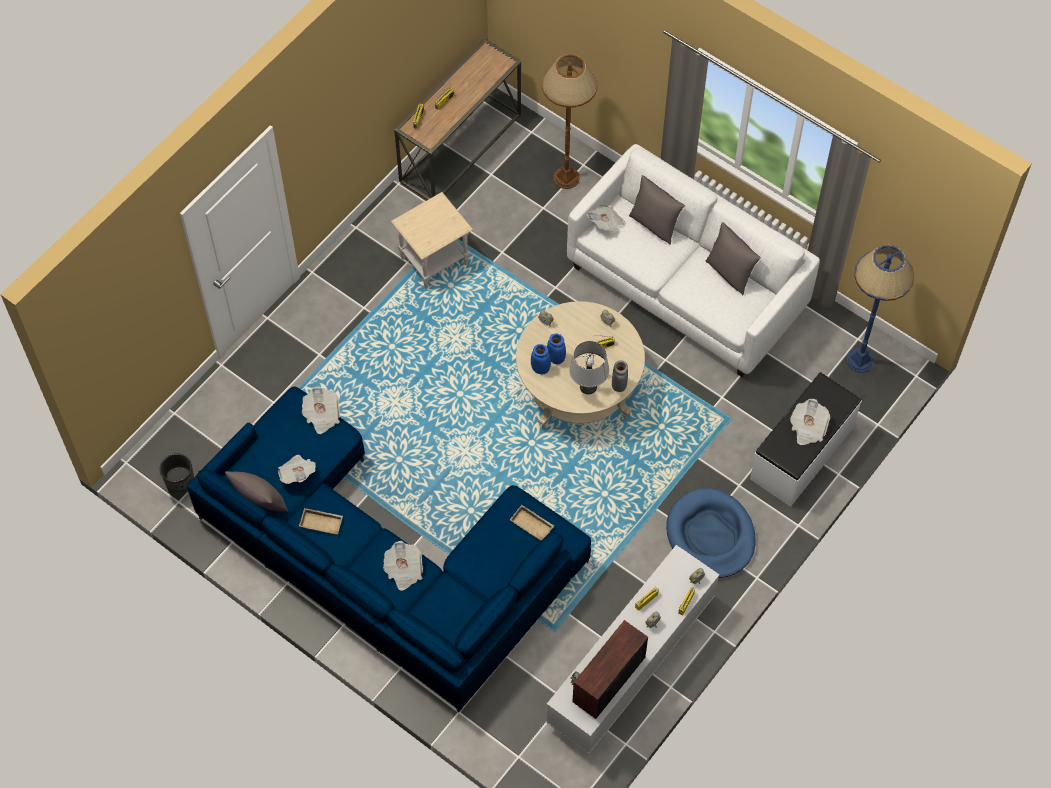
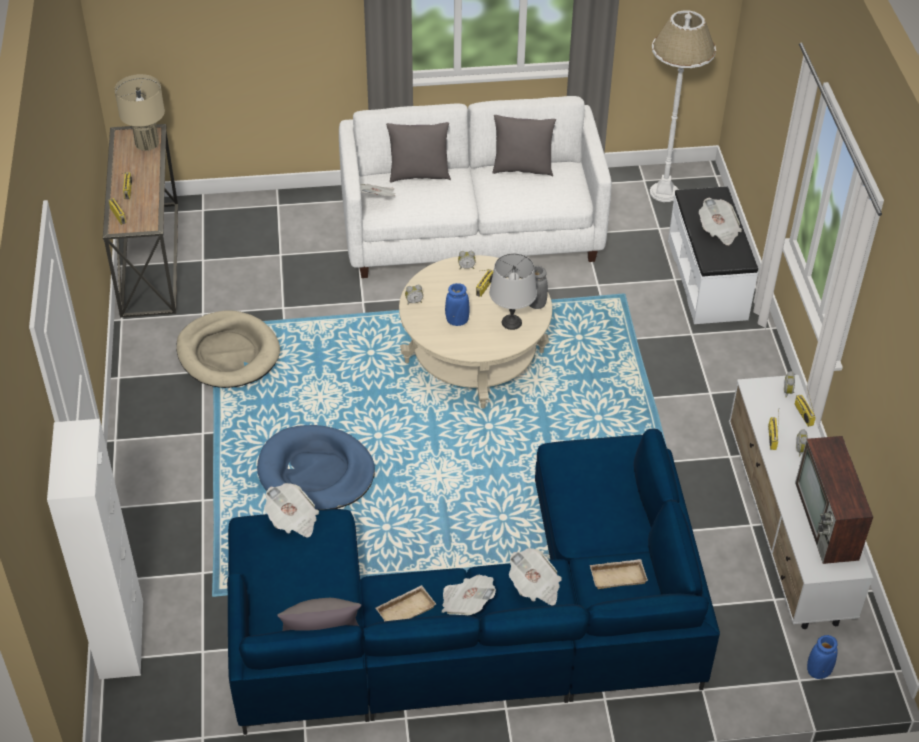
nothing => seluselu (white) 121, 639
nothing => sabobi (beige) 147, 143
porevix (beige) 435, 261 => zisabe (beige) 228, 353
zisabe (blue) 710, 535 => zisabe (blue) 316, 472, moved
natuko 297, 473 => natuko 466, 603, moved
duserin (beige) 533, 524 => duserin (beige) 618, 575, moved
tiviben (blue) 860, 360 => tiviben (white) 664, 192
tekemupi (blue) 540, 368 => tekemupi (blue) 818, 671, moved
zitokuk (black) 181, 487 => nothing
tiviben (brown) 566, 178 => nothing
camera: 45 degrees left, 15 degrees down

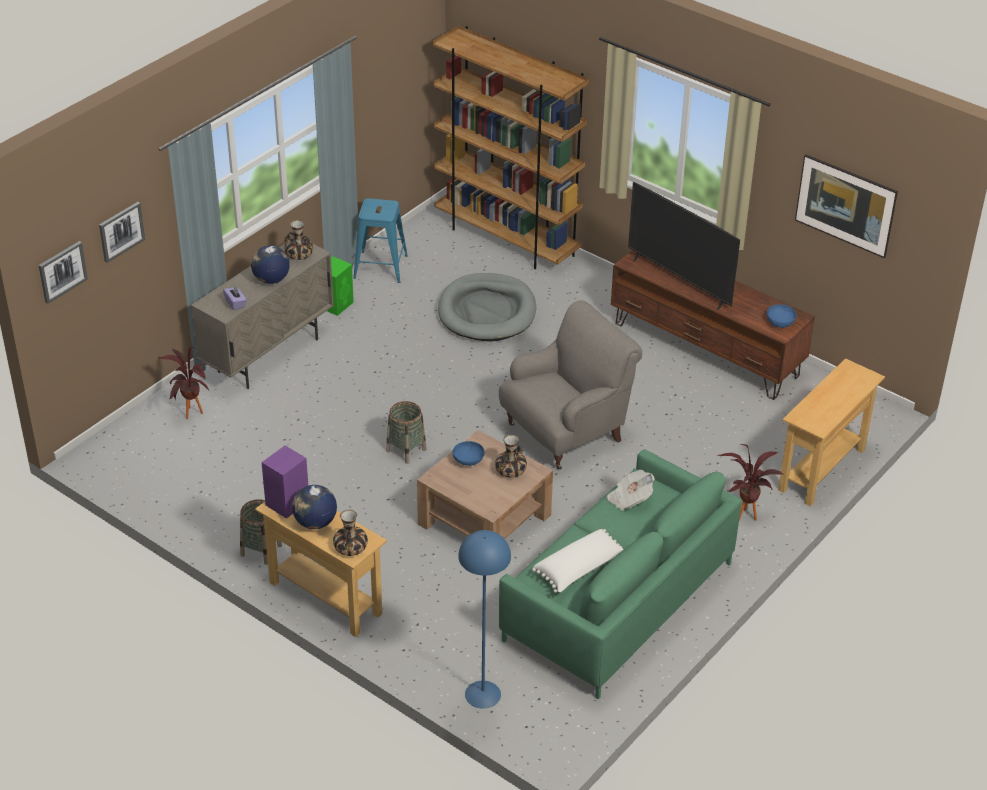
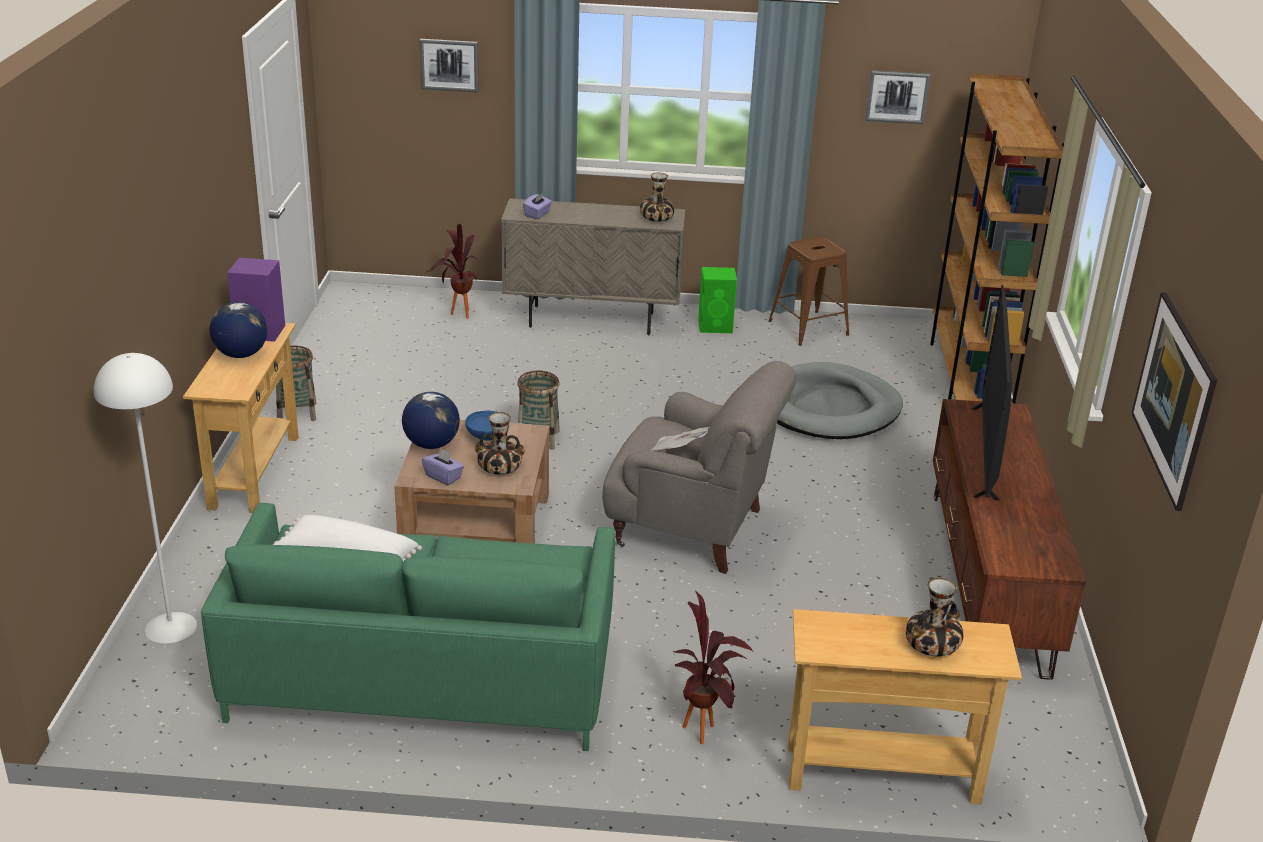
tiviben (blue) 483, 694 => tiviben (white) 171, 627
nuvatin 271, 280 => nuvatin 431, 444, moved
nothing => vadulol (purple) 443, 477
natuko 629, 499 => natuko 678, 452, moved
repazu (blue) 381, 267 => repazu (brown) 808, 328
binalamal 62, 271 => binalamal 897, 96, moved
tekemupi 350, 548 => tekemupi 931, 645, moved
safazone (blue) 780, 322 => nothing
camera: 55 degrees right, 10 degrees down

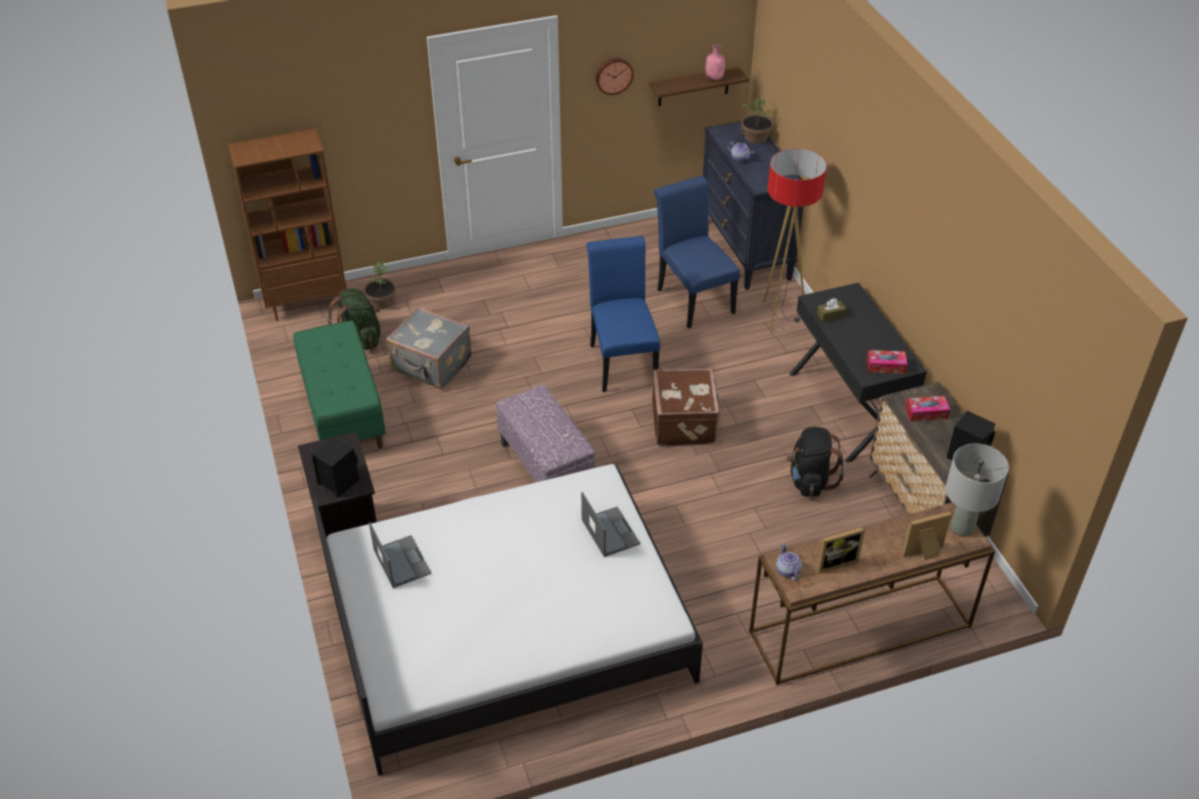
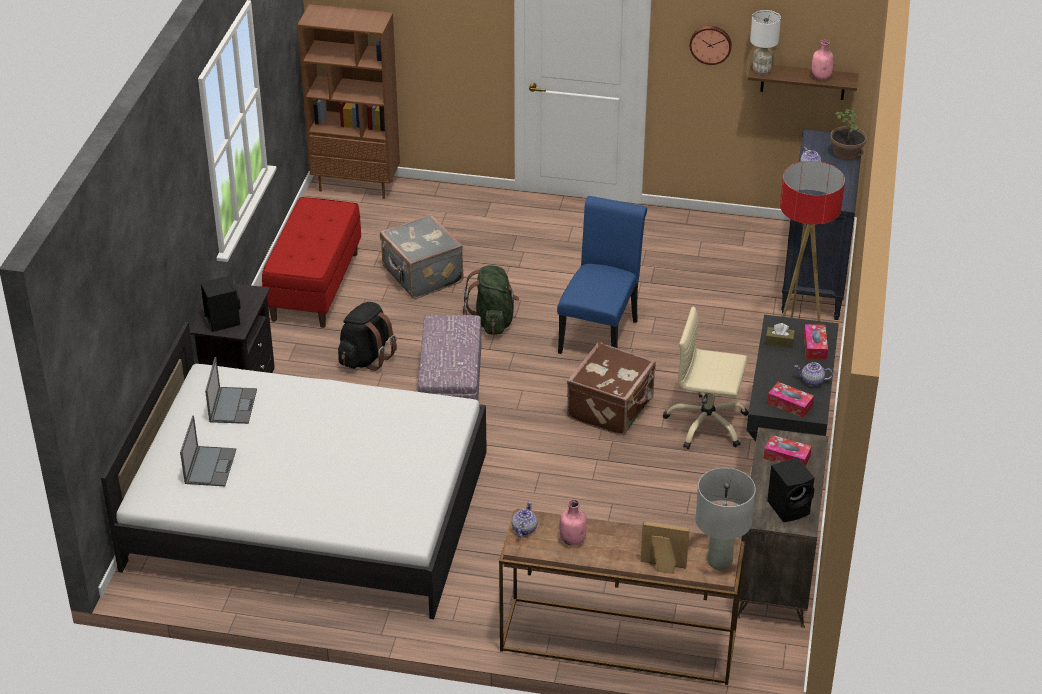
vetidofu 609, 531 => vetidofu 210, 466, moved
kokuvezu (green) 343, 411 => kokuvezu (red) 314, 286
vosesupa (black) 810, 480 => vosesupa (black) 366, 358, moved
vosesupa (green) 360, 338 => vosesupa (green) 493, 321, moved
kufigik 835, 562 => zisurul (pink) 573, 540
nothing => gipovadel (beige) 706, 424
nothing => sabobi (white) 761, 70
nothing => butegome 812, 381
nothing => vadulol 815, 347
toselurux 381, 302 => nothing
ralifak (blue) 692, 298 => nothing
camera: 30 degrees right, 5 degrees down

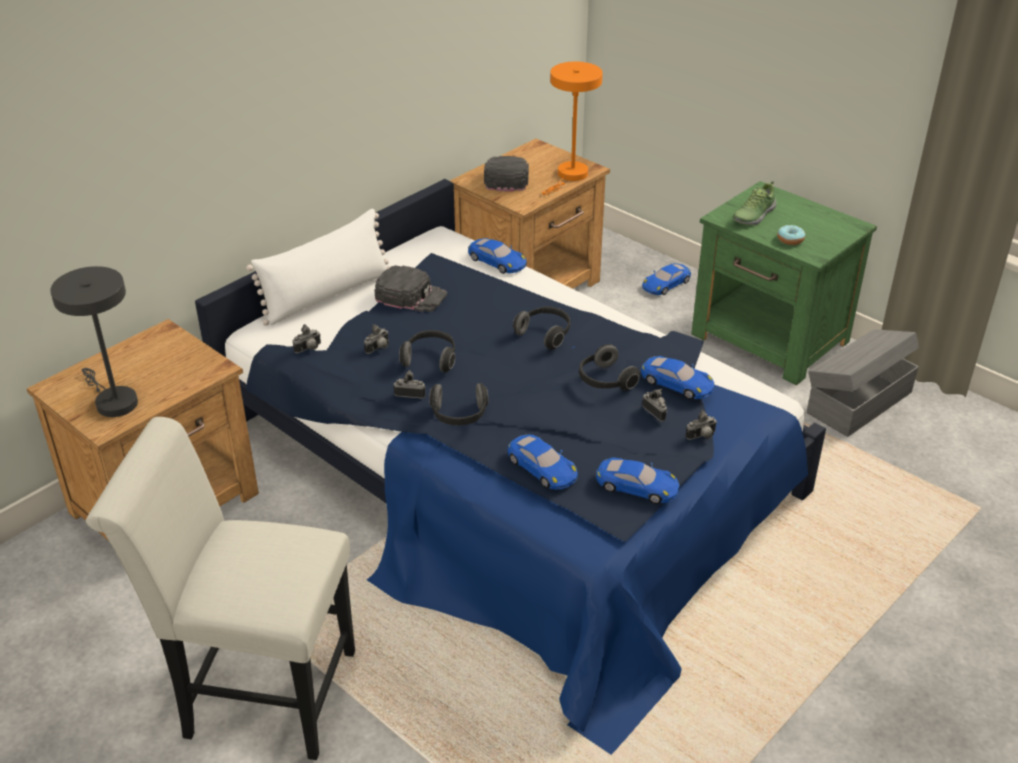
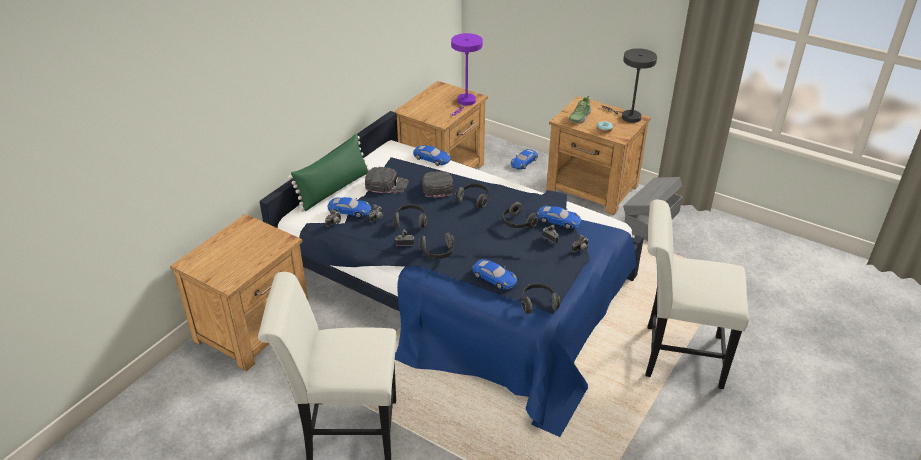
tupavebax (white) 327, 295 => tupavebax (green) 334, 189
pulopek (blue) 637, 486 => pulopek (blue) 349, 210, moved
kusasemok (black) 506, 177 => kusasemok (black) 436, 185, moved
sabobi (orange) 570, 176 => sabobi (purple) 465, 102
nothing => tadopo 538, 303
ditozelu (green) 770, 339 => ditozelu (brown) 592, 189
sabobi (grey) 112, 401 => sabobi (grey) 627, 116, moved
nothing => ralifak (white) 675, 355
camera: 10 degrees left, 0 degrees up

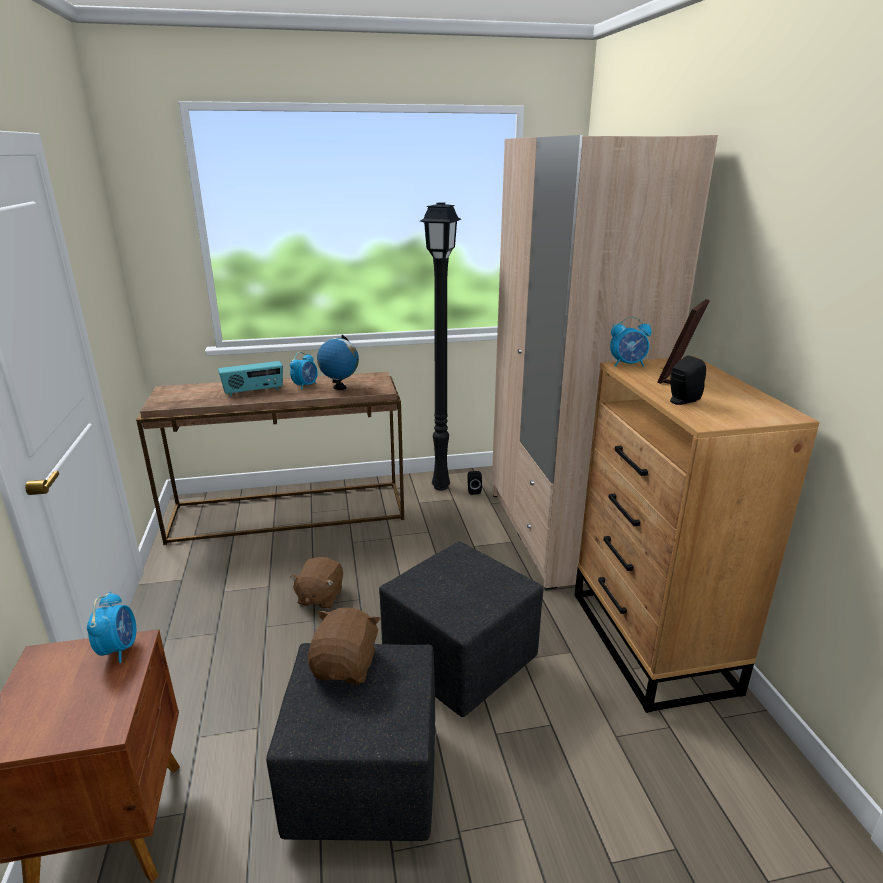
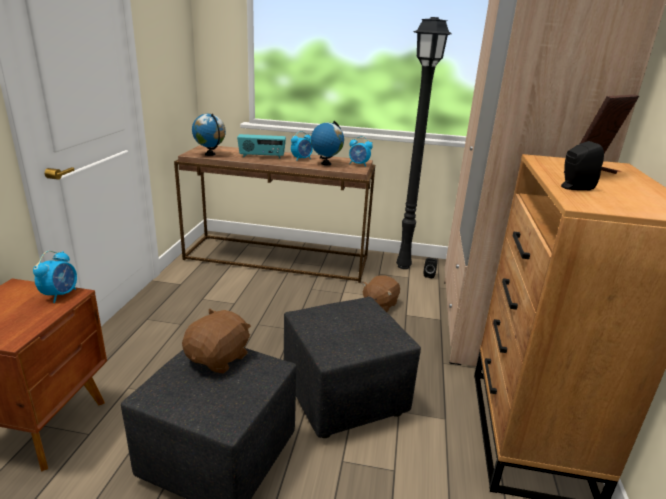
nothing => nuvatin 210, 154
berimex 628, 365 => berimex 358, 164, moved
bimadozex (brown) 320, 597 => bimadozex (brown) 379, 304, moved
camera: 20 degrees right, 0 degrees up

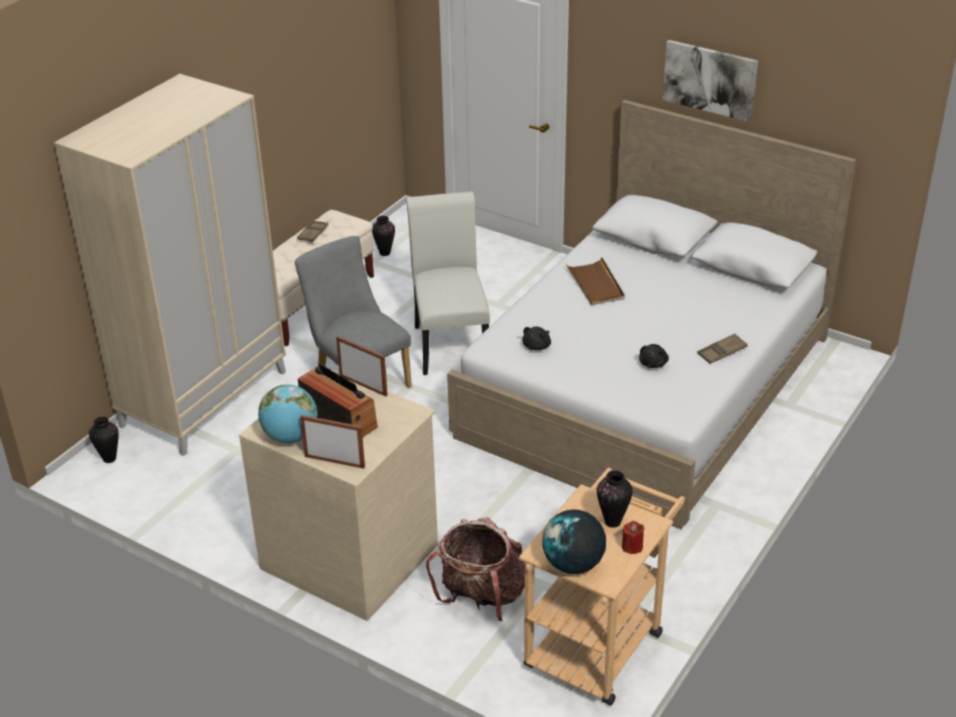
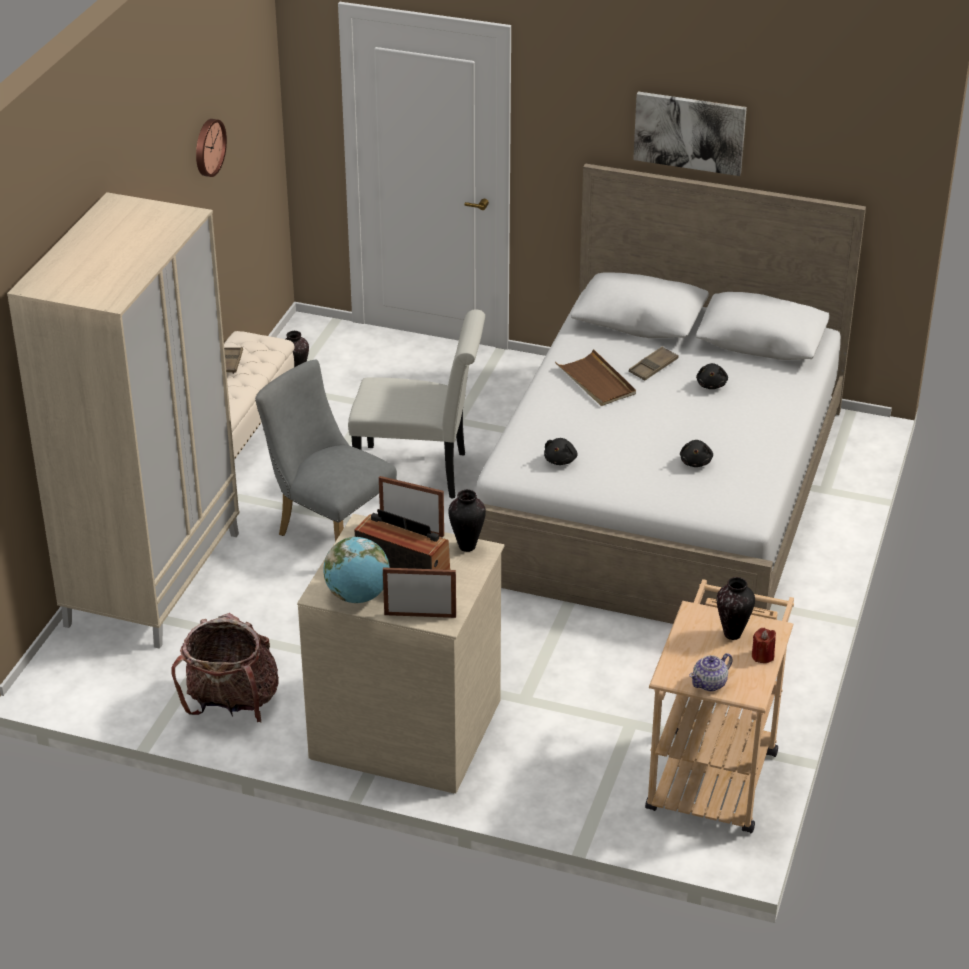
vosesupa 481, 597 => vosesupa 231, 704, moved
nothing => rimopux 208, 147
ralifak (white) 450, 343 => ralifak (white) 420, 472, 120 degrees clockwise
tekemupi 109, 459 => tekemupi 466, 546, moved
duserin (brown) 722, 352 => duserin (brown) 653, 367, moved
nuvatin 573, 564 => butegome 710, 683
nothing => bimadozex (black) 711, 385
camera: 15 degrees left, 0 degrees up

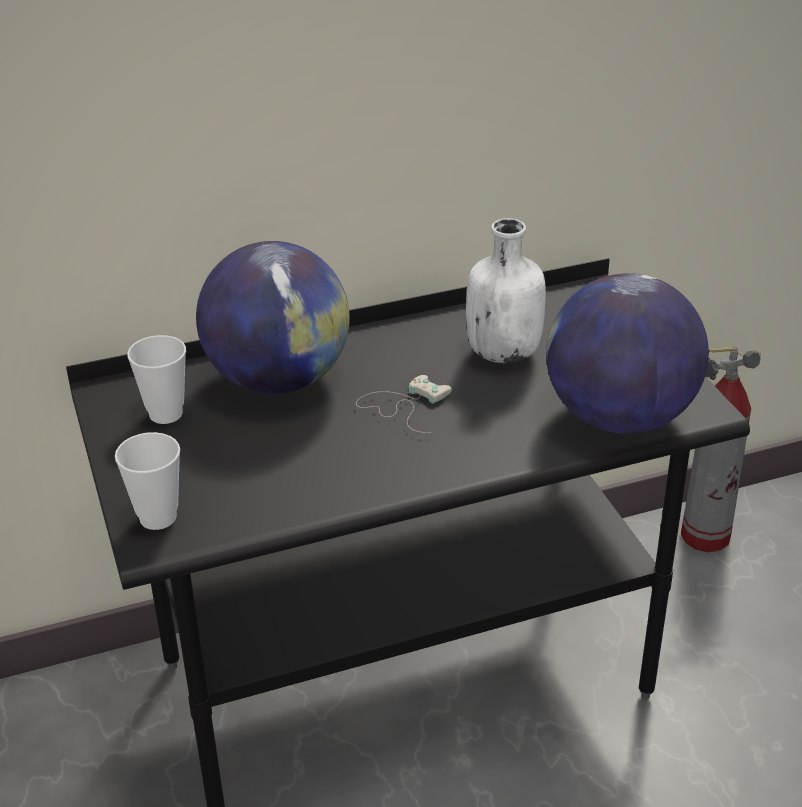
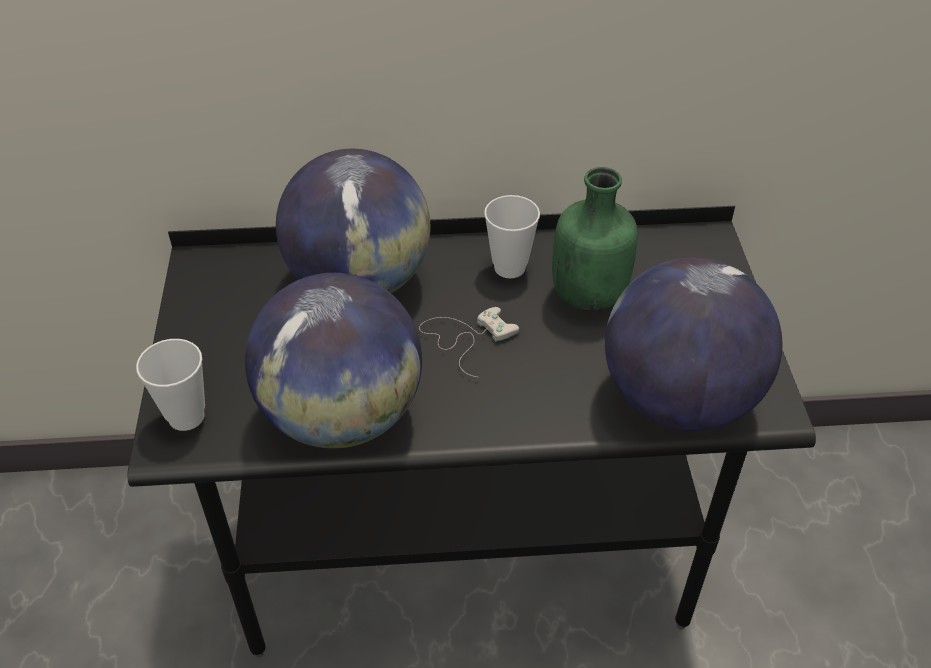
nothing => nuvatin 342, 415
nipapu 166, 414 => nipapu 509, 267, moved
zisurul (white) 503, 352 => zisurul (green) 589, 295
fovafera 706, 536 => nothing
camera: 15 degrees right, 10 degrees up

